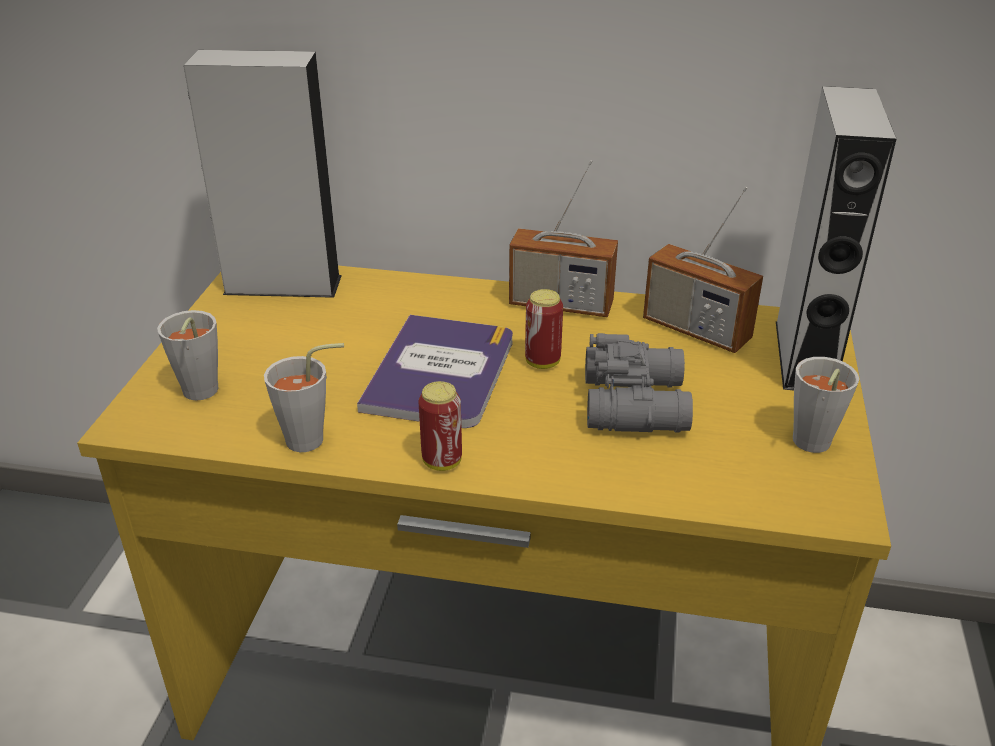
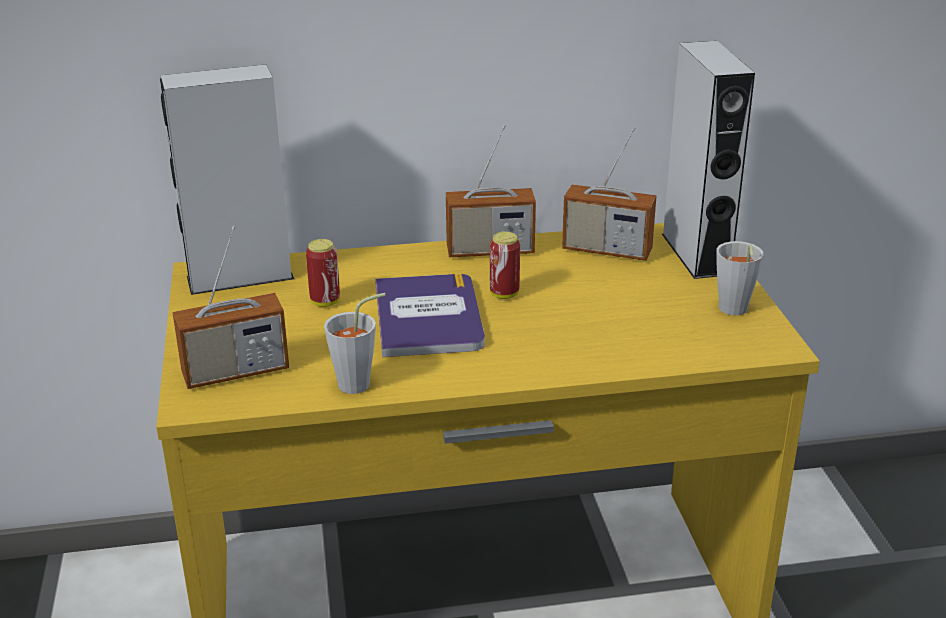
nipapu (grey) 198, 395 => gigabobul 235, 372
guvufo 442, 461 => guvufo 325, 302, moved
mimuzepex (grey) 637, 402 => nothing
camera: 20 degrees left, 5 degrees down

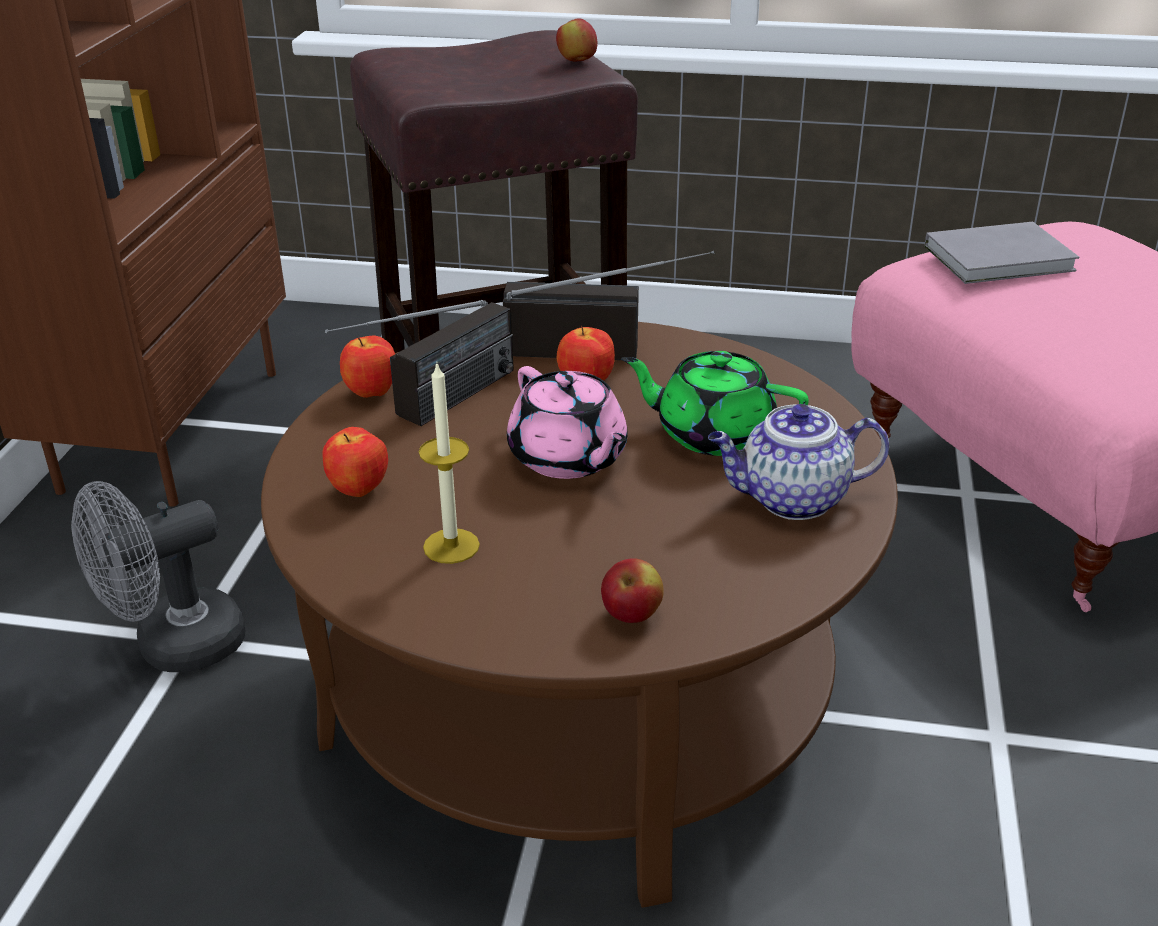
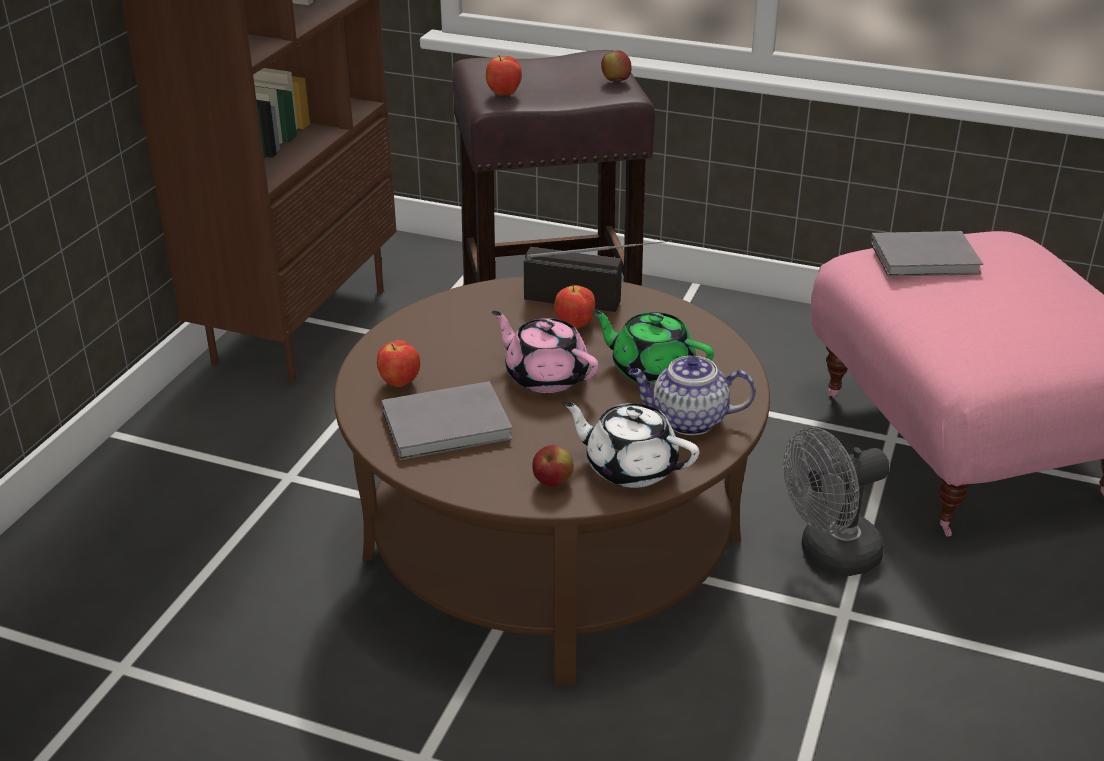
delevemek 451, 546 => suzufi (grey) 450, 425
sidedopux 371, 393 => sidedopux 503, 94, moved
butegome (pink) 568, 458 => butegome (pink) 545, 376, 150 degrees clockwise
nothing => butegome (white) 629, 467
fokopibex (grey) 174, 647 => fokopibex (grey) 829, 555, moved
gigabobul 433, 409 => nothing
camera: 10 degrees right, 0 degrees up

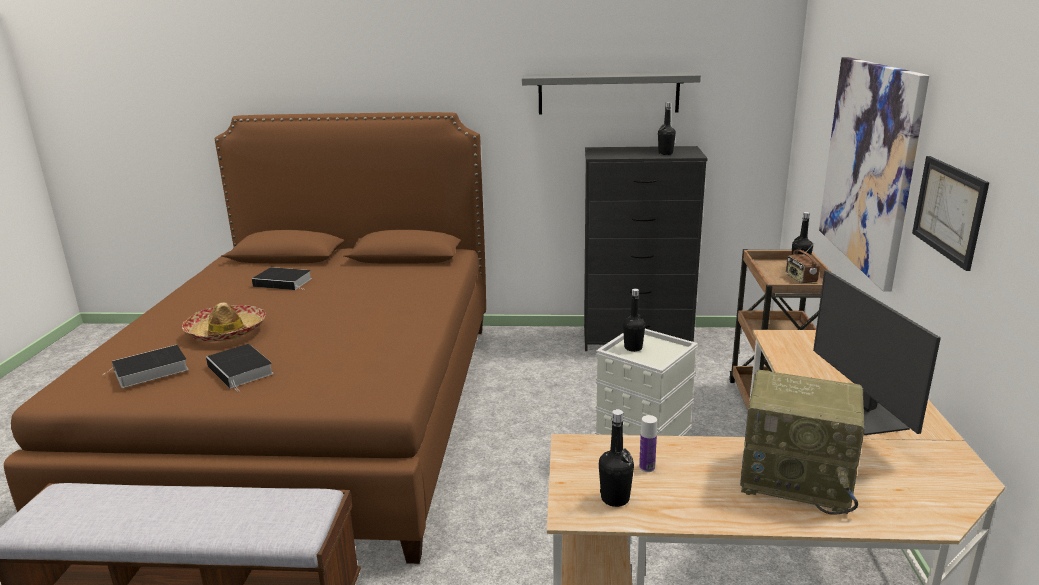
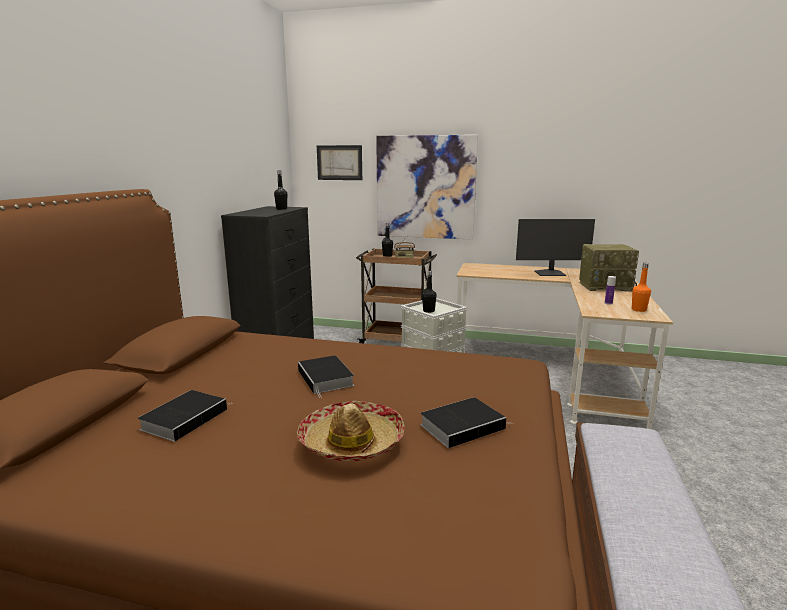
suzufi 149, 371 => suzufi 326, 379, moved
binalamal 949, 210 => binalamal 339, 162, moved
gigabobul 797, 479 => gigabobul 605, 286, 60 degrees clockwise
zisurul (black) 615, 498 => zisurul (orange) 638, 310
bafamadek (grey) 608, 93 => nothing
camera: 80 degrees left, 5 degrees down

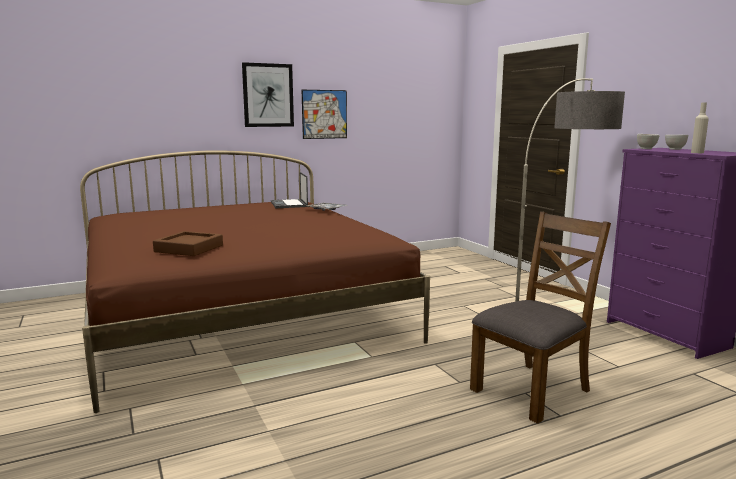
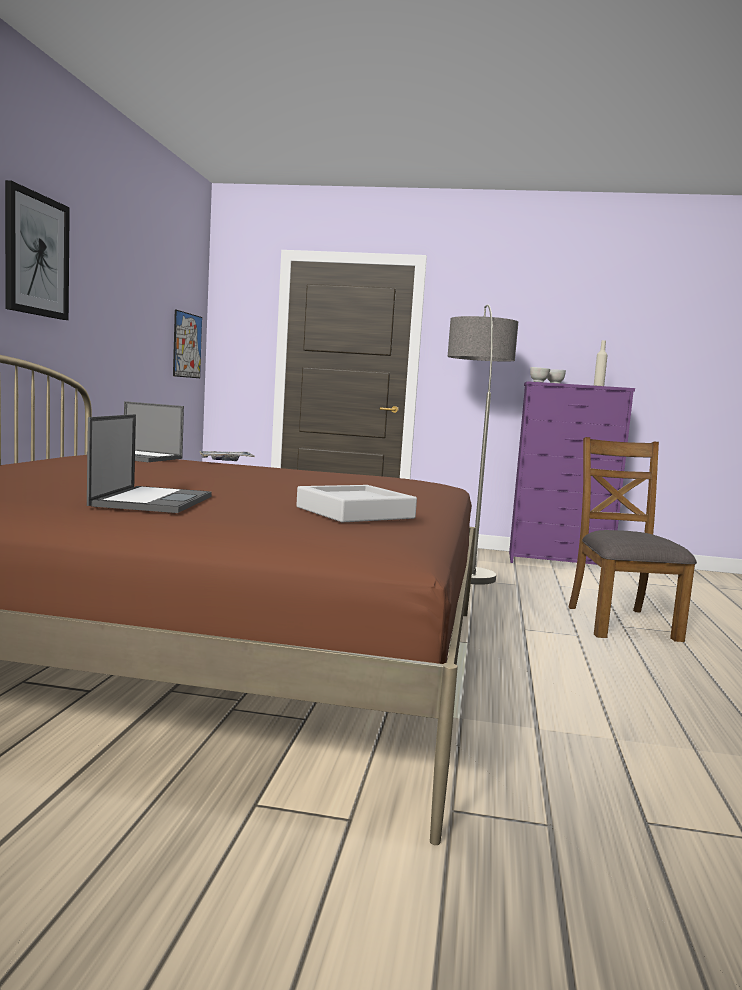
nothing => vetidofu 153, 500
binalamal 324, 114 => binalamal 187, 345, moved
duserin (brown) 189, 248 => duserin (grey) 355, 513
camera: 55 degrees left, 5 degrees down

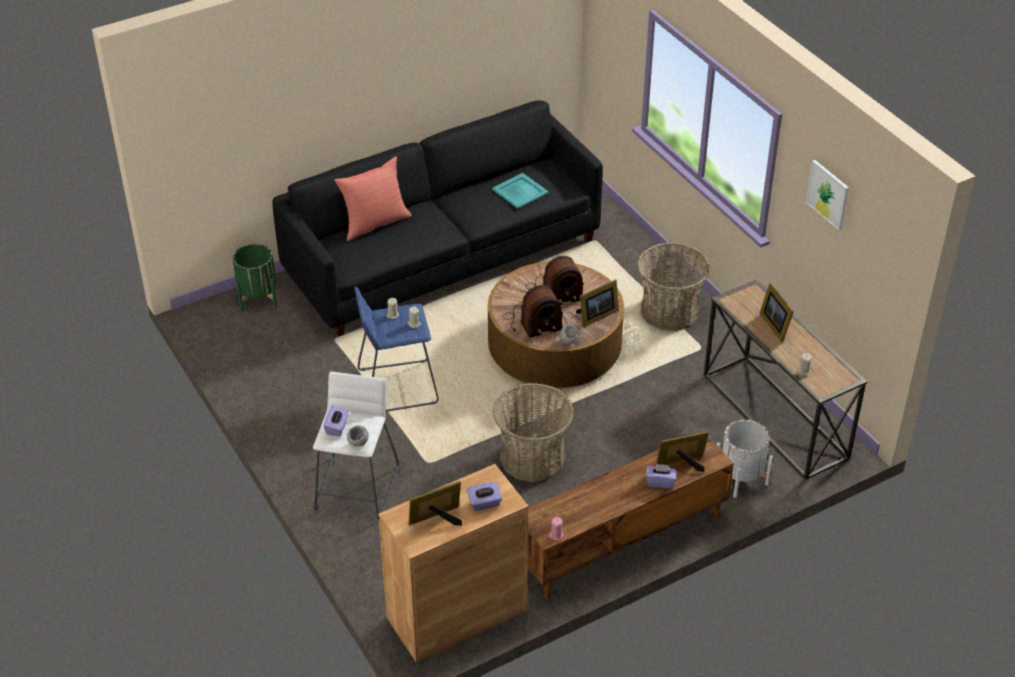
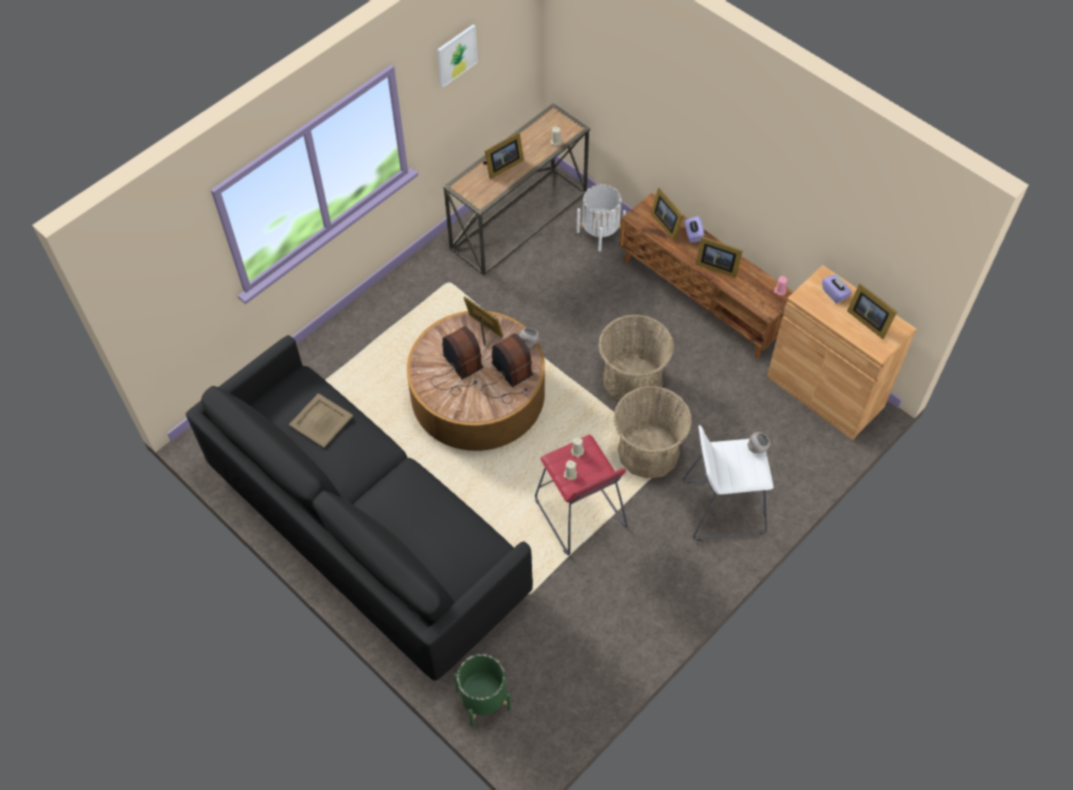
duserin (turquoise) 519, 191 => duserin (beige) 321, 421
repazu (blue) 397, 387 => repazu (red) 580, 514
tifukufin 669, 312 => tifukufin 648, 451, moved
nothing => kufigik 716, 266
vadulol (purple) 337, 427 => nothing
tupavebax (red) 374, 223 => nothing
camera: 105 degrees left, 15 degrees up

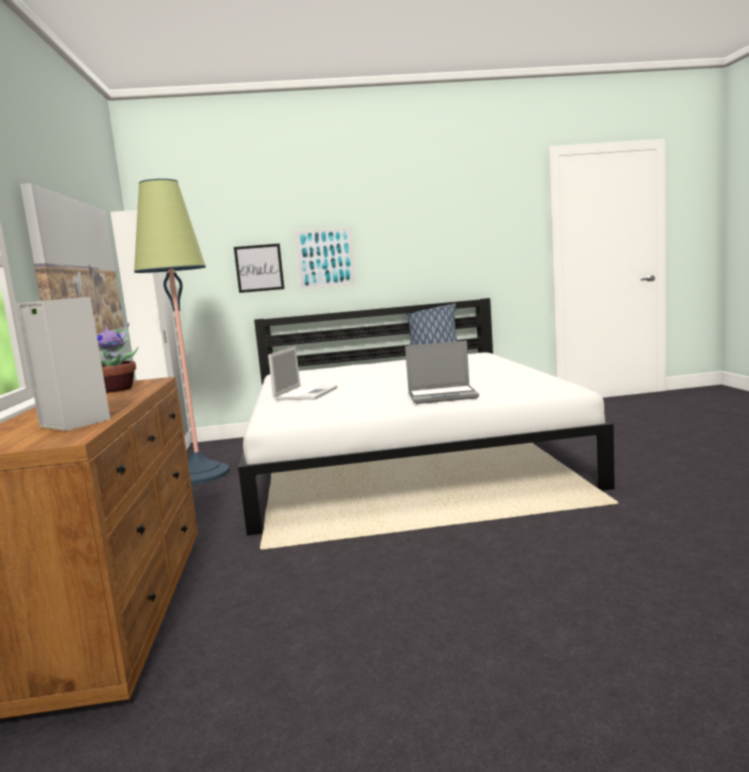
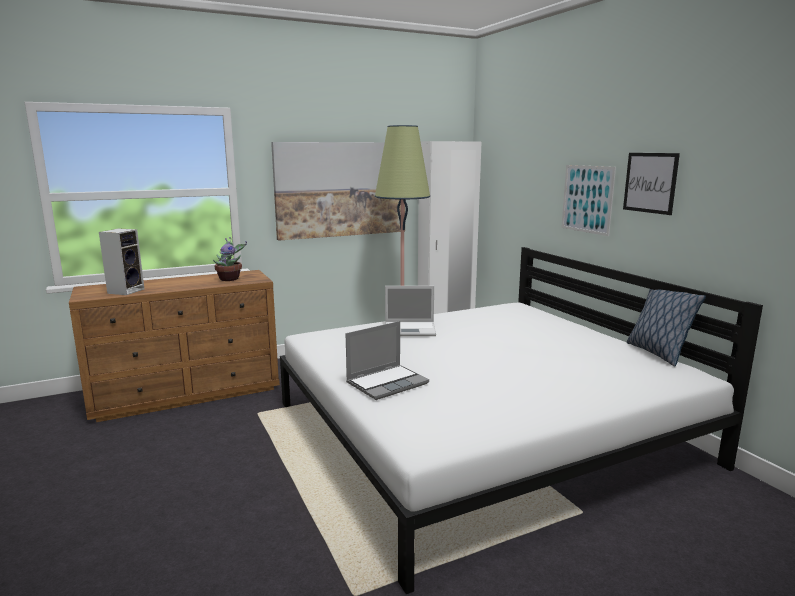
vetidofu 443, 396 => vetidofu 387, 383, 105 degrees counterclockwise
binalamal 259, 268 => binalamal 650, 182, moved
camera: 70 degrees right, 5 degrees up

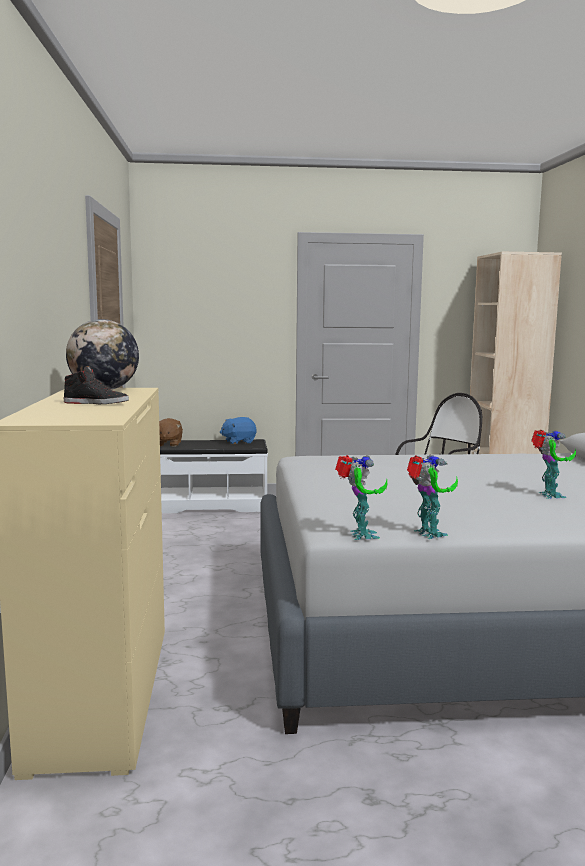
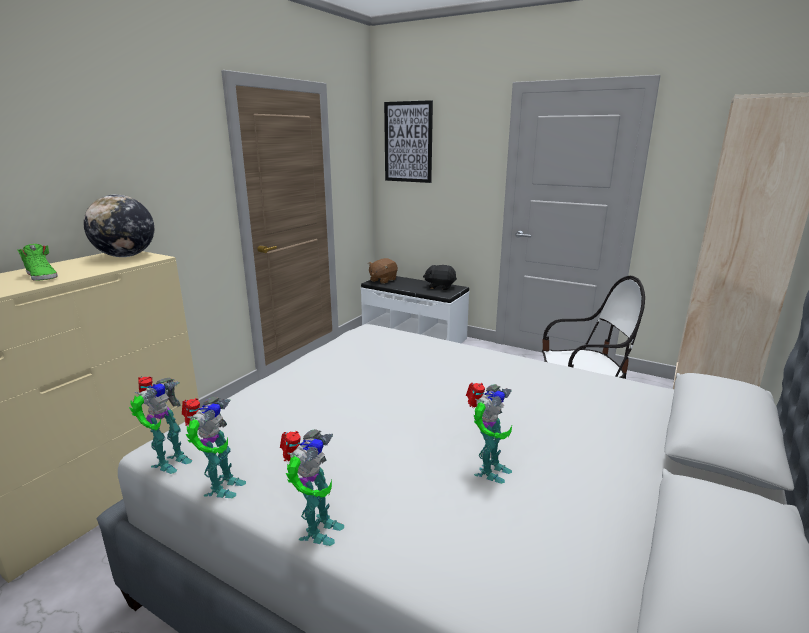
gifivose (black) 96, 403 => gifivose (green) 42, 276
nothing => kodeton 316, 530
nothing => binalamal 408, 142
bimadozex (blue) 238, 442 => bimadozex (black) 440, 287
camera: 35 degrees right, 10 degrees up

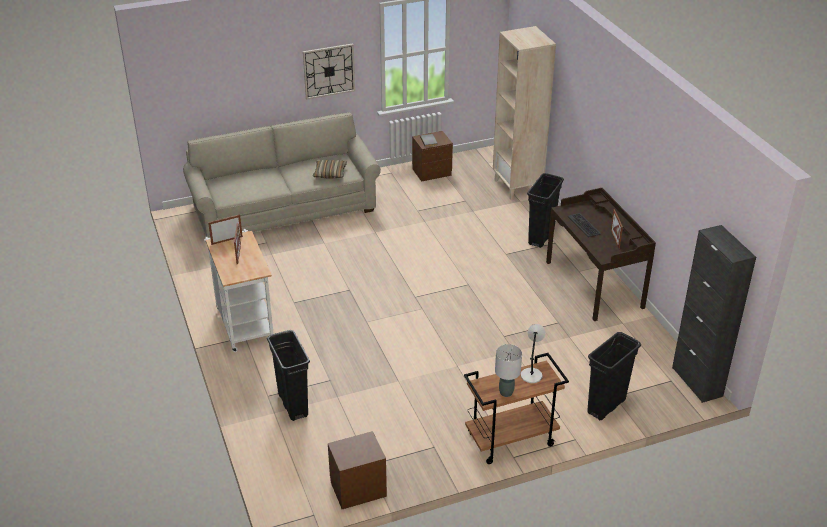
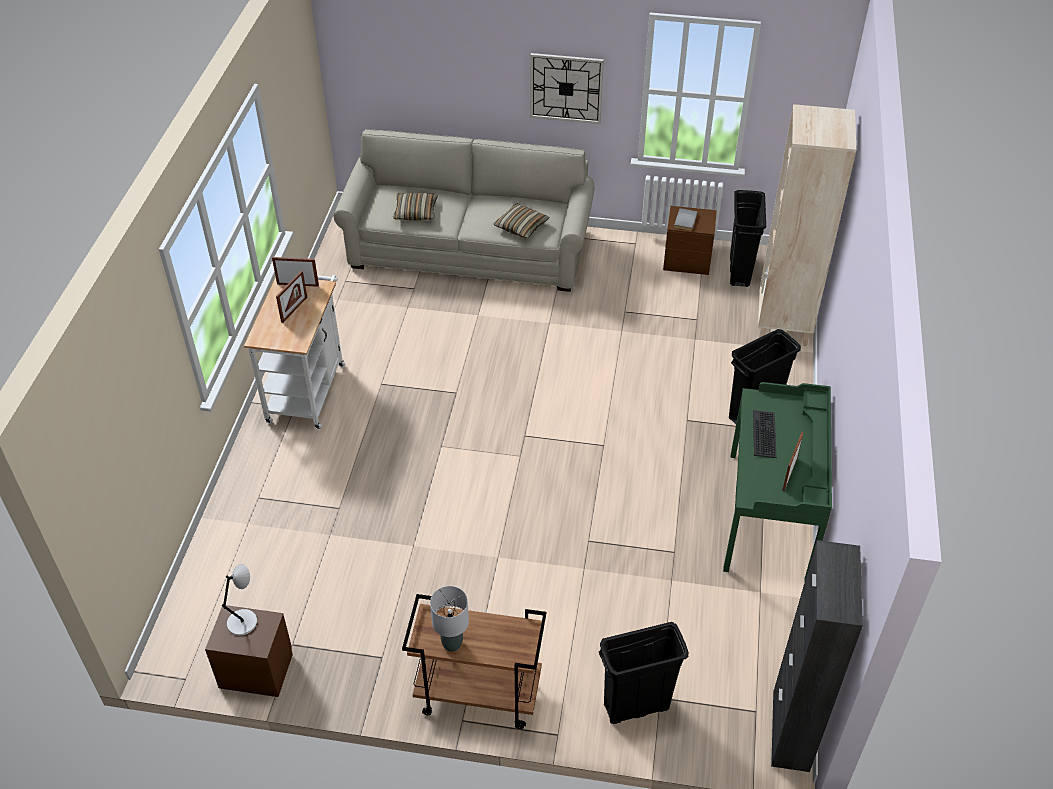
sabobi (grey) 531, 375 => sabobi (grey) 243, 621, moved
nothing => tupavebax 415, 212
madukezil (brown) 595, 284 => madukezil (green) 769, 515
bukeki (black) 293, 405 => bukeki (black) 739, 271, moved
camera: 30 degrees right, 10 degrees up

